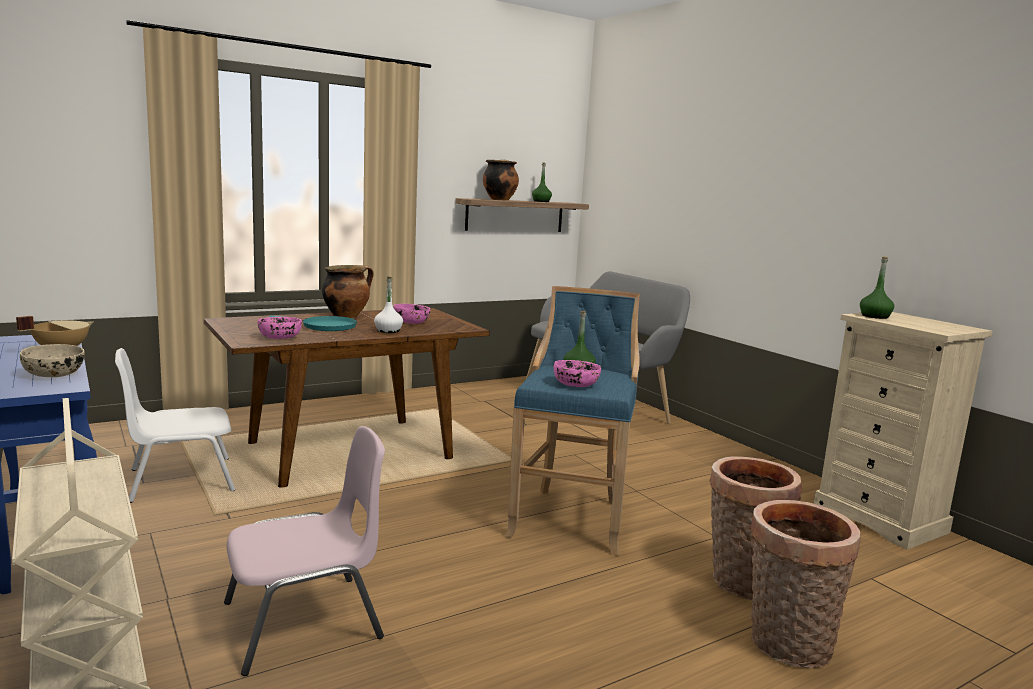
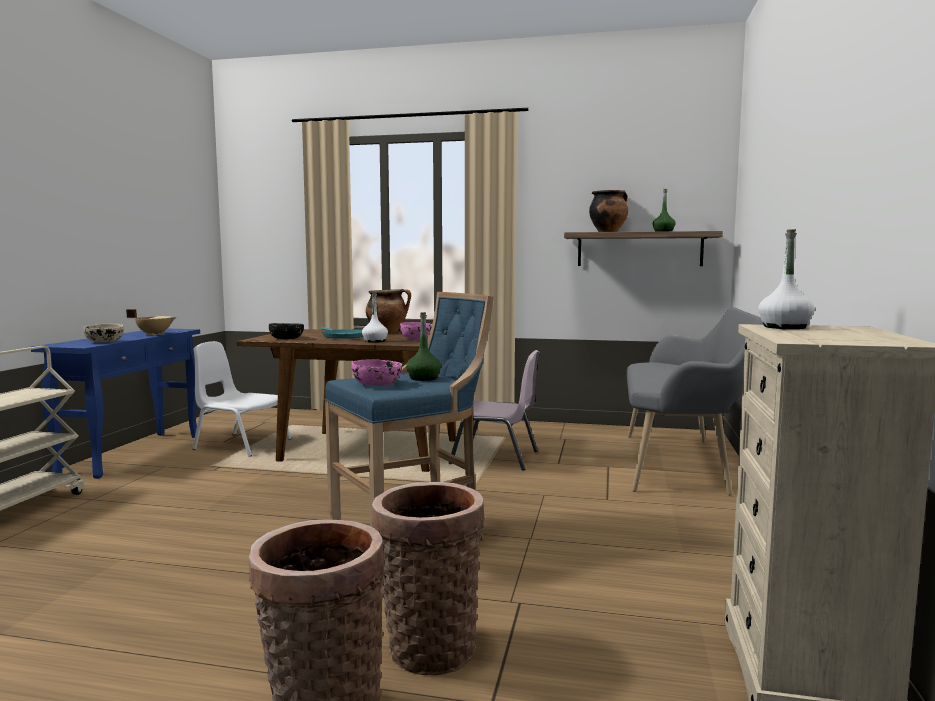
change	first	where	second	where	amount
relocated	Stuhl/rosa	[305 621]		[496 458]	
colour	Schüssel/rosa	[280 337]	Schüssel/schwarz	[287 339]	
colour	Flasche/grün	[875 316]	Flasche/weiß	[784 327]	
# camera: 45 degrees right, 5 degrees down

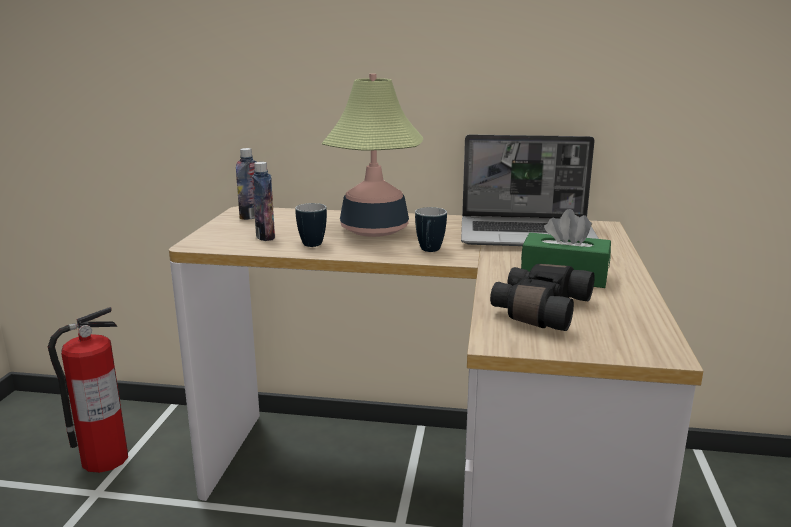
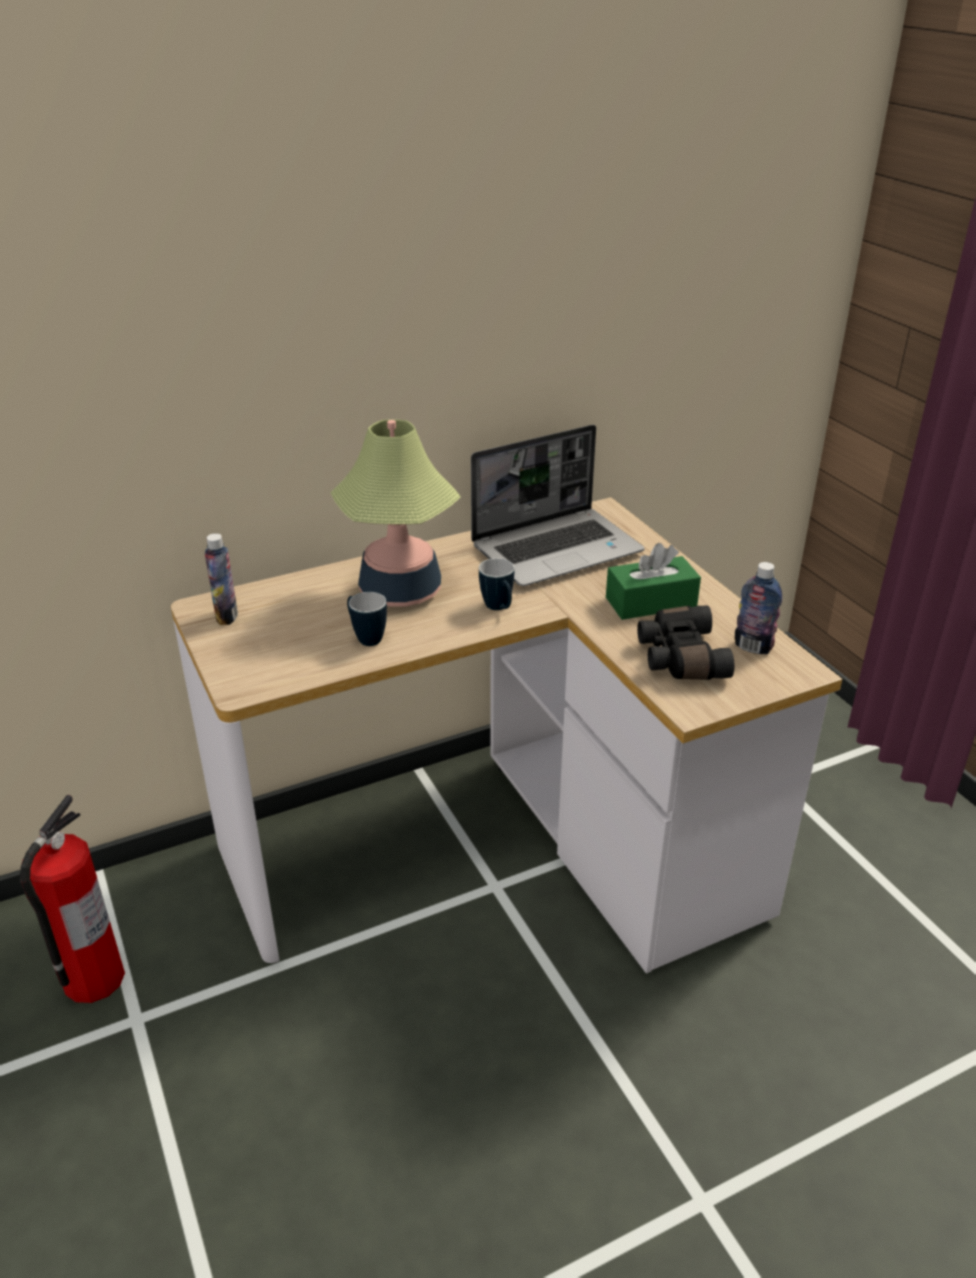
change	first	where	second	where	amount
relocated	Flasche	[265 237]		[752 647]	
# camera: 35 degrees left, 15 degrees up

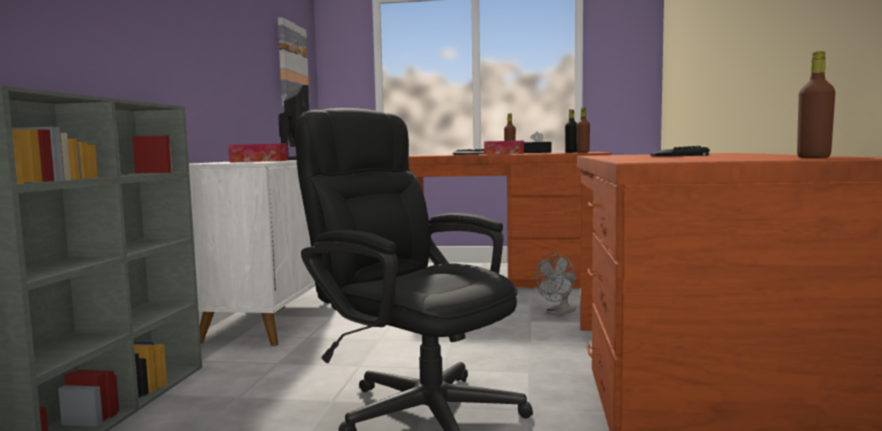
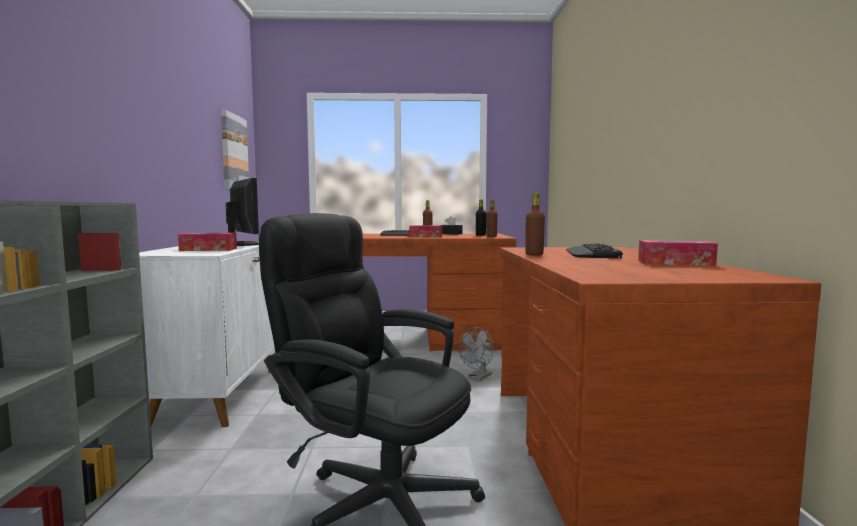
change	first	where	second	where	amount
appeared			Taschentuchbox	[675 263]	
relocated	Flasche/braun	[813 157]		[534 255]	
# camera: 10 degrees left, 0 degrees up

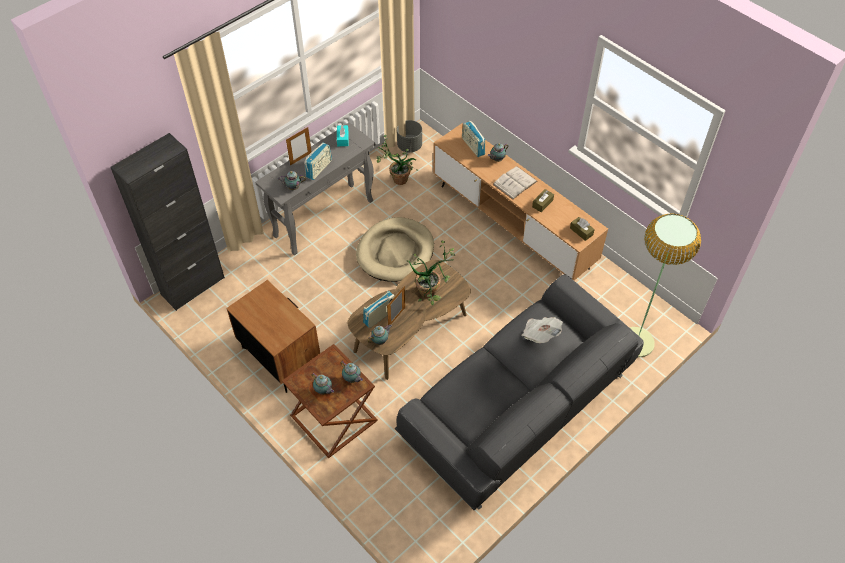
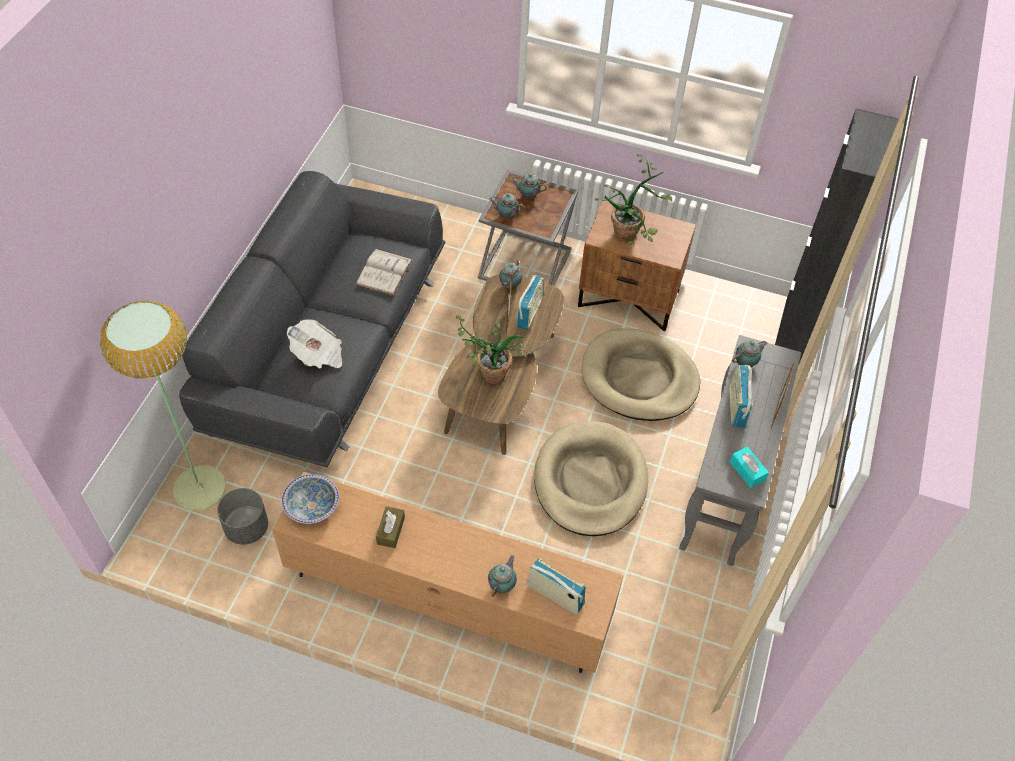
change	first	where	second	where	amount
appeared			Hundebett/beige	[639 378]	
relocated	Topfpflanze	[396 178]		[631 234]	
relocated	Pflanzkübel/grau	[409 146]		[246 528]	
relocated	Buch/weiß	[515 183]		[384 272]	
exchanged	Taschentuchbox/braun	[581 231]	Schüssel	[312 505]	
colour	Beistelltisch/braun	[332 418]	Beistelltisch/grau	[527 263]	
# camera: 150 degrees right, 0 degrees up

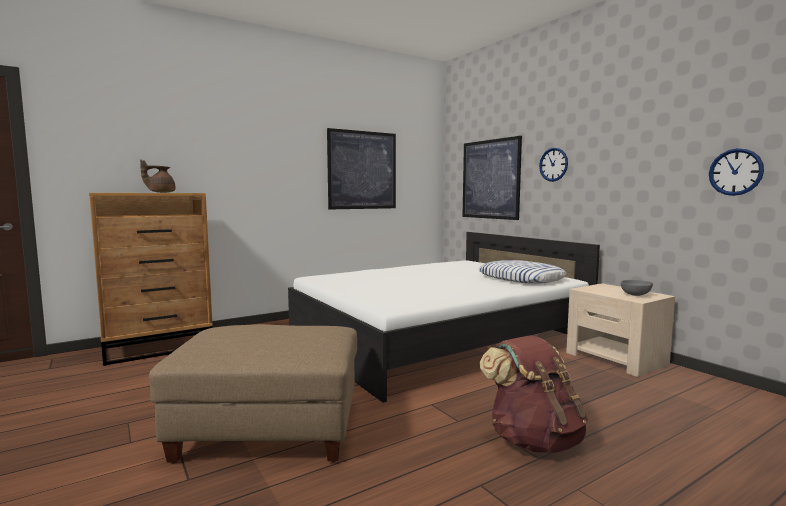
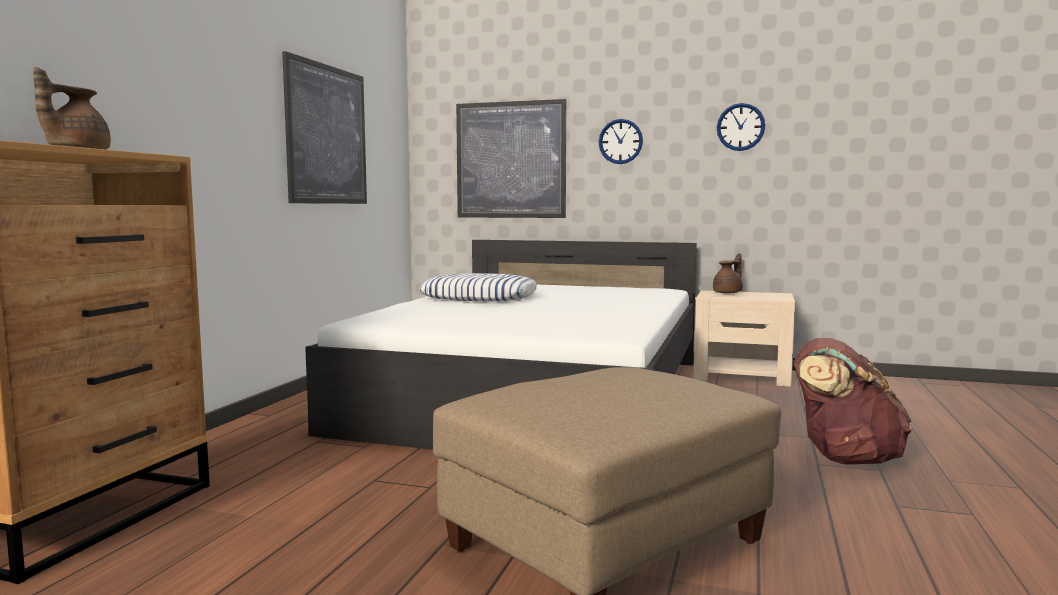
change	first	where	second	where	amount
missing	Schüssel/grau	[636 295]			
appeared			Teekanne/braun	[728 293]	
relocated	Kissen	[521 278]		[479 297]	
relocated	Wanduhr	[735 172]		[740 127]	
# camera: 40 degrees left, 0 degrees up

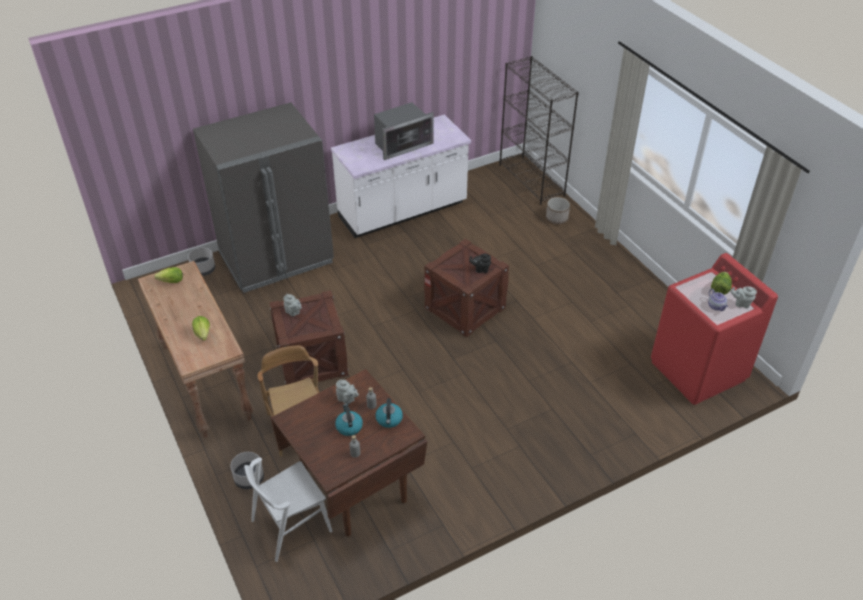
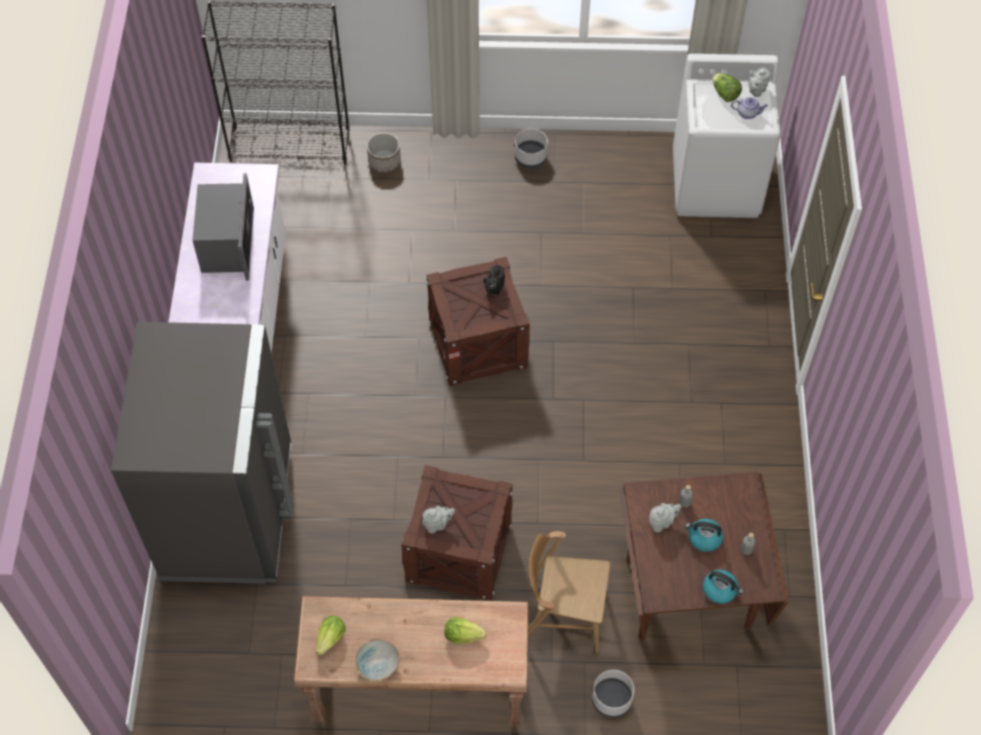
change	first	where	second	where	amount
missing	Stuhl/weiß	[291 525]			
appeared			Schüssel	[378 664]	
relocated	Pflanzkübel/grau	[203 269]		[530 158]	
relocated	Wasserkessel	[389 419]		[720 590]	
colour	Waschmaschine/rot	[698 371]	Waschmaschine/weiß	[716 184]	
# camera: 60 degrees left, 15 degrees up

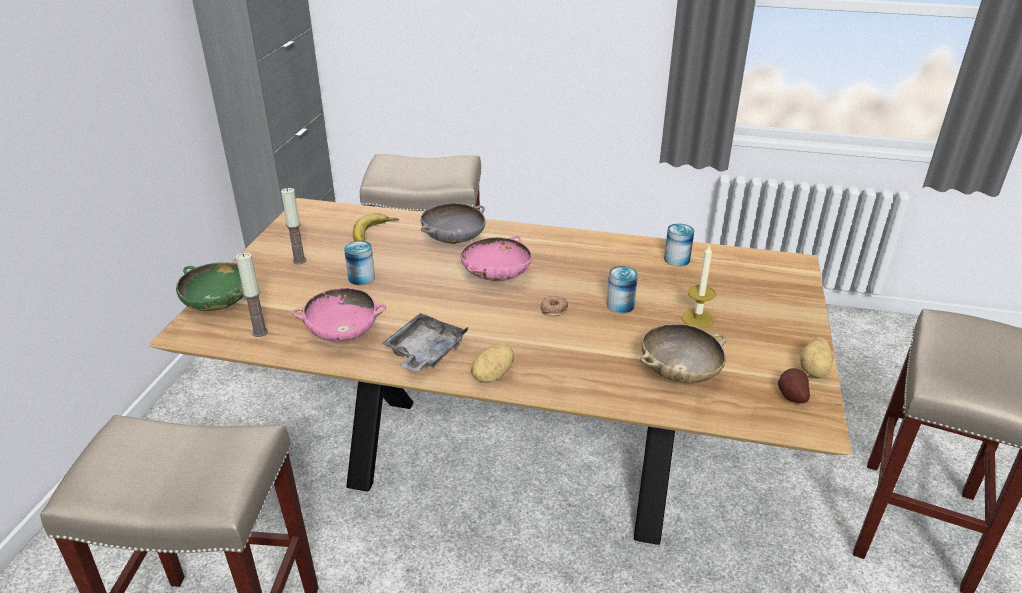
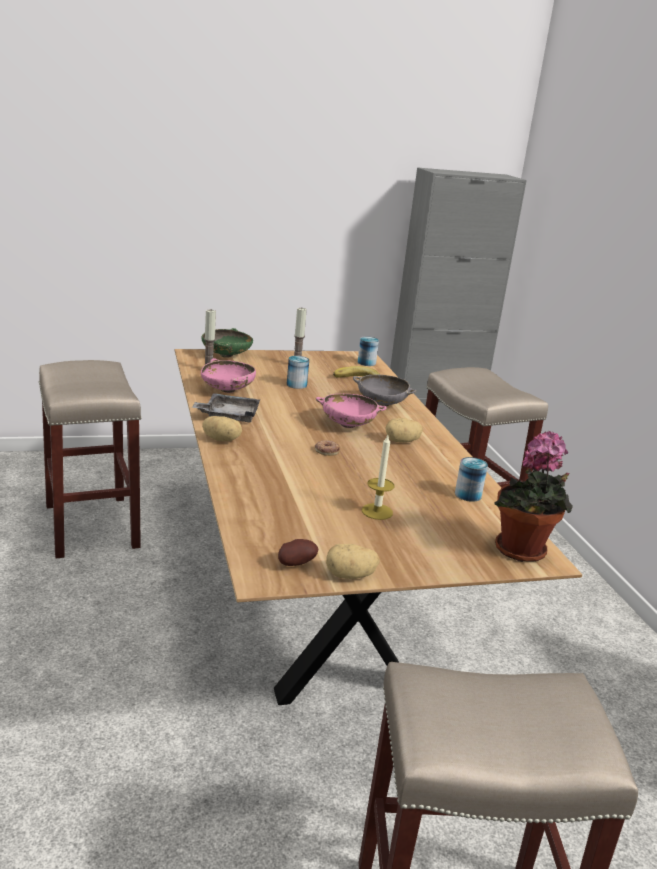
change	first	where	second	where	amount
missing	Schüssel/beige	[679 373]			
appeared			Kartoffel	[402 441]	
appeared			Topfpflanze	[522 552]	
relocated	Dose	[620 305]		[366 363]	
# camera: 60 degrees right, 10 degrees down

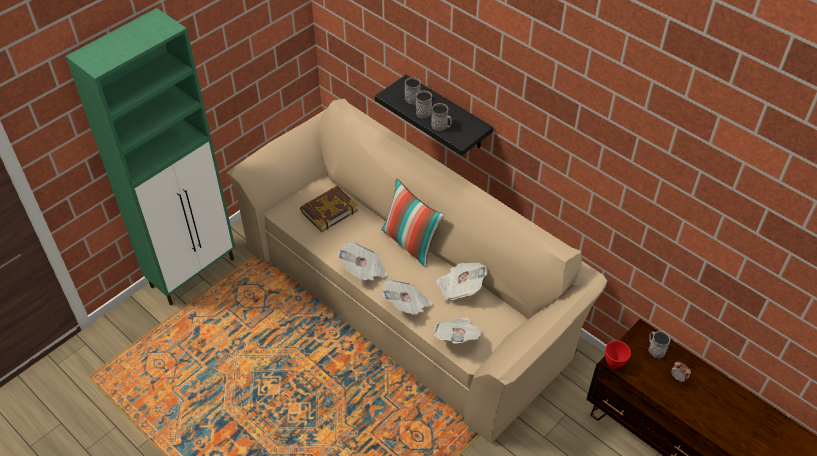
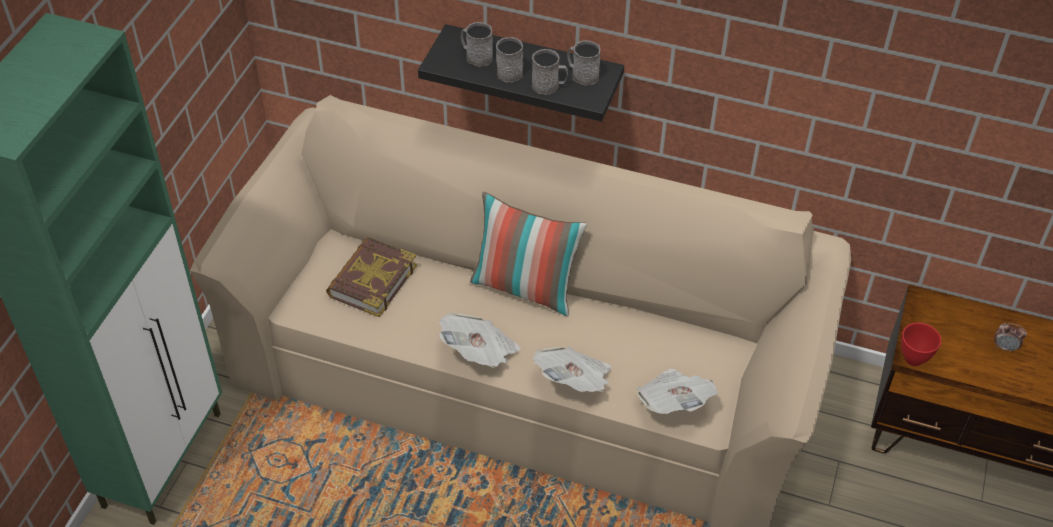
change	first	where	second	where	amount
missing	Zeitung	[460 287]			
relocated	Henkelbecher/grau	[655 349]		[582 75]	
# camera: 25 degrees left, 0 degrees up

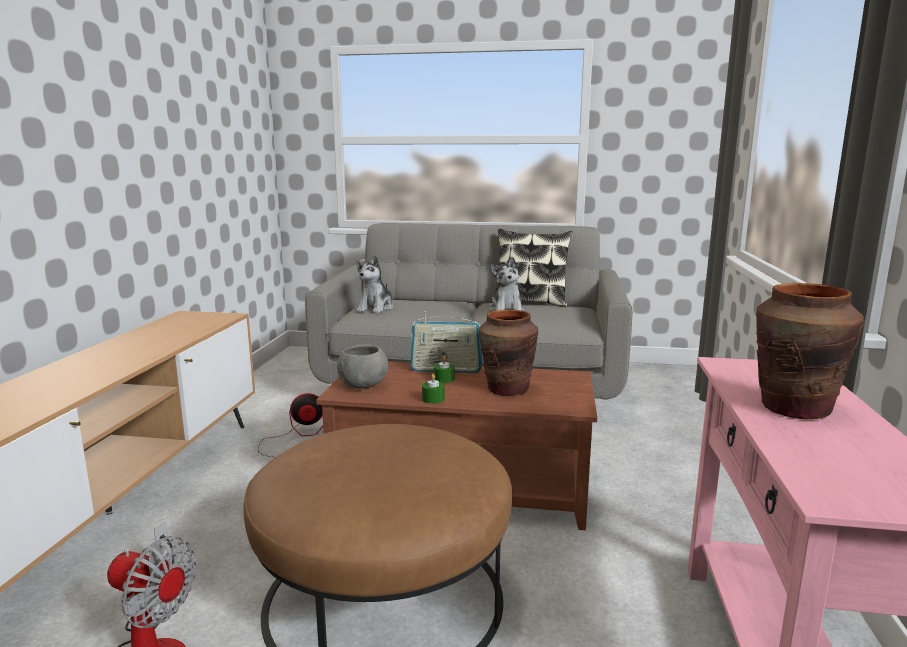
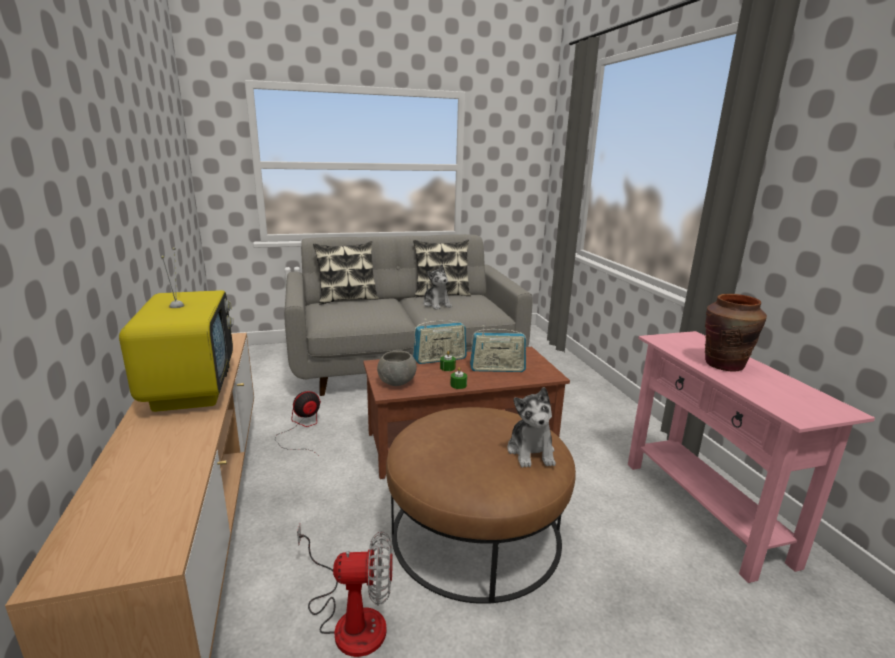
change	first	where	second	where	amount
appeared			Fernseher	[191 389]	
appeared			Kissen	[347 299]	
relocated	Plüschtier	[376 308]		[531 451]	
exchanged	Vase/braun	[507 389]	Radio	[497 369]	
# camera: 25 degrees left, 5 degrees up

